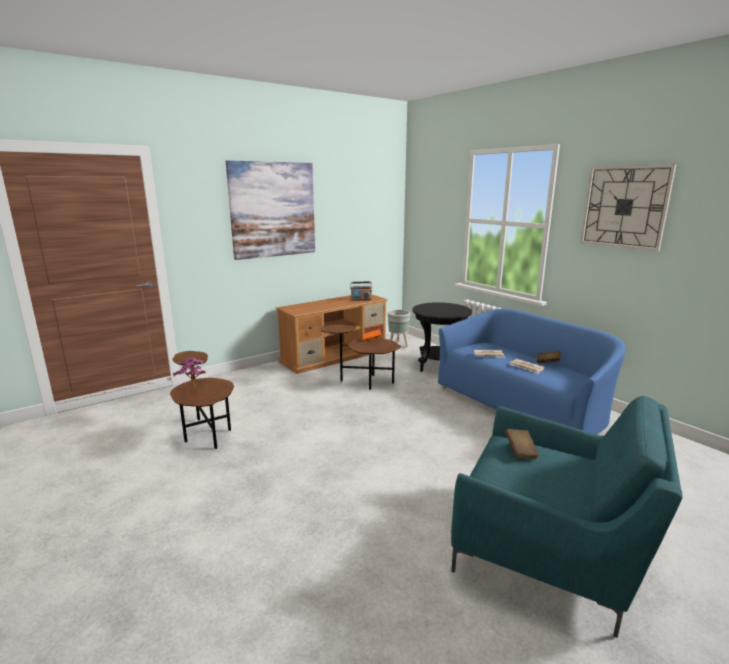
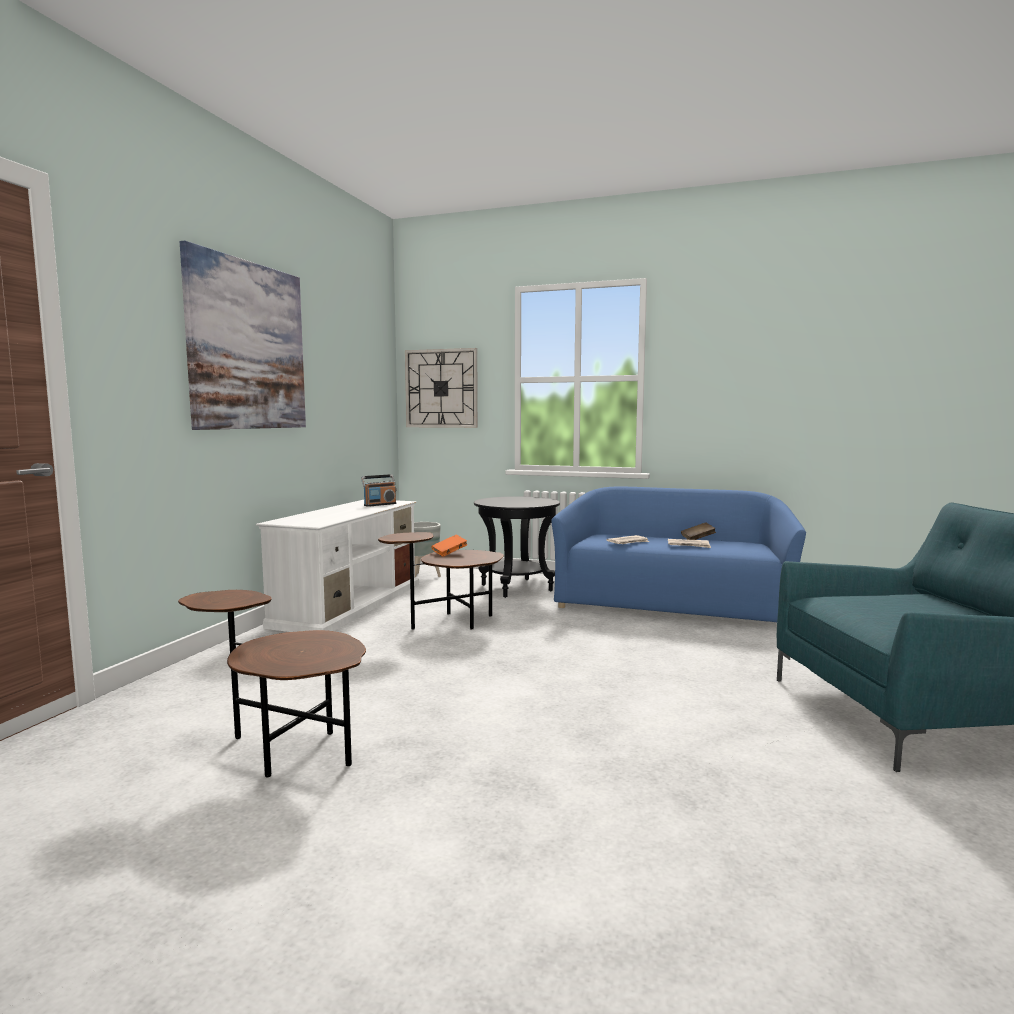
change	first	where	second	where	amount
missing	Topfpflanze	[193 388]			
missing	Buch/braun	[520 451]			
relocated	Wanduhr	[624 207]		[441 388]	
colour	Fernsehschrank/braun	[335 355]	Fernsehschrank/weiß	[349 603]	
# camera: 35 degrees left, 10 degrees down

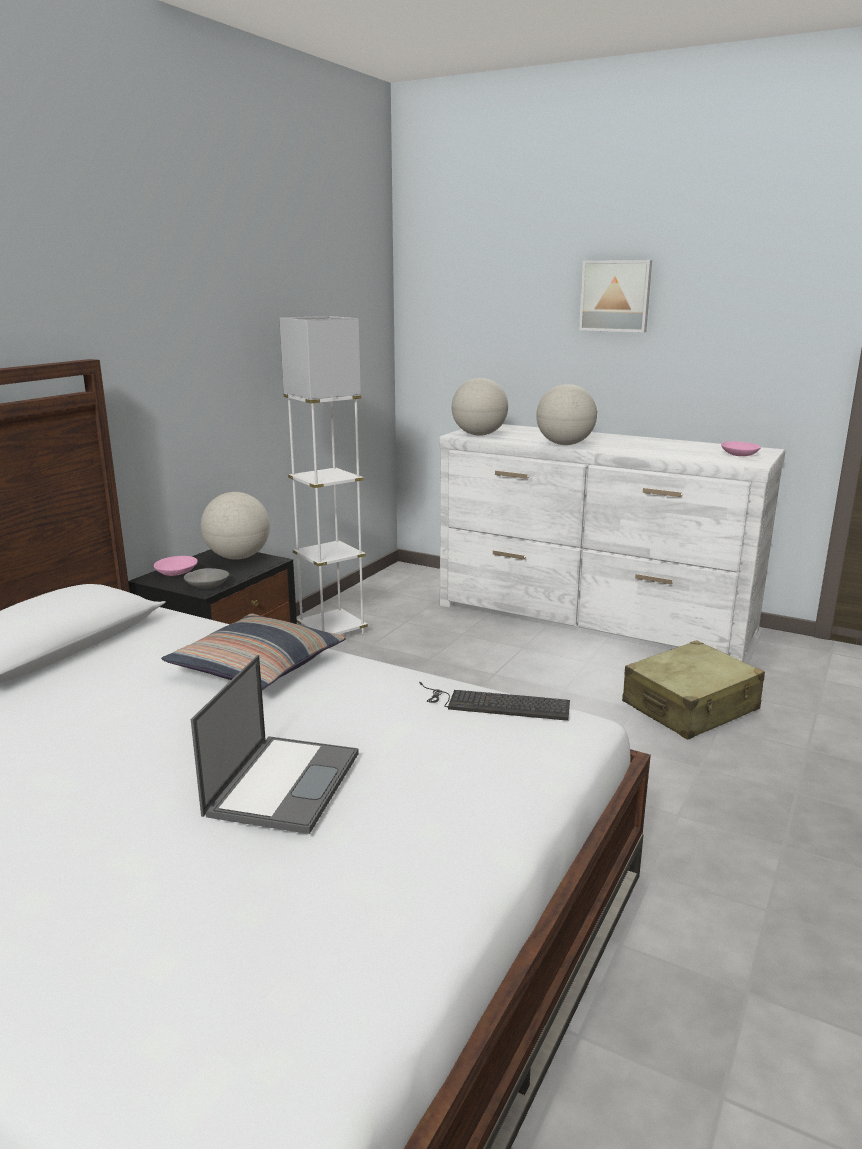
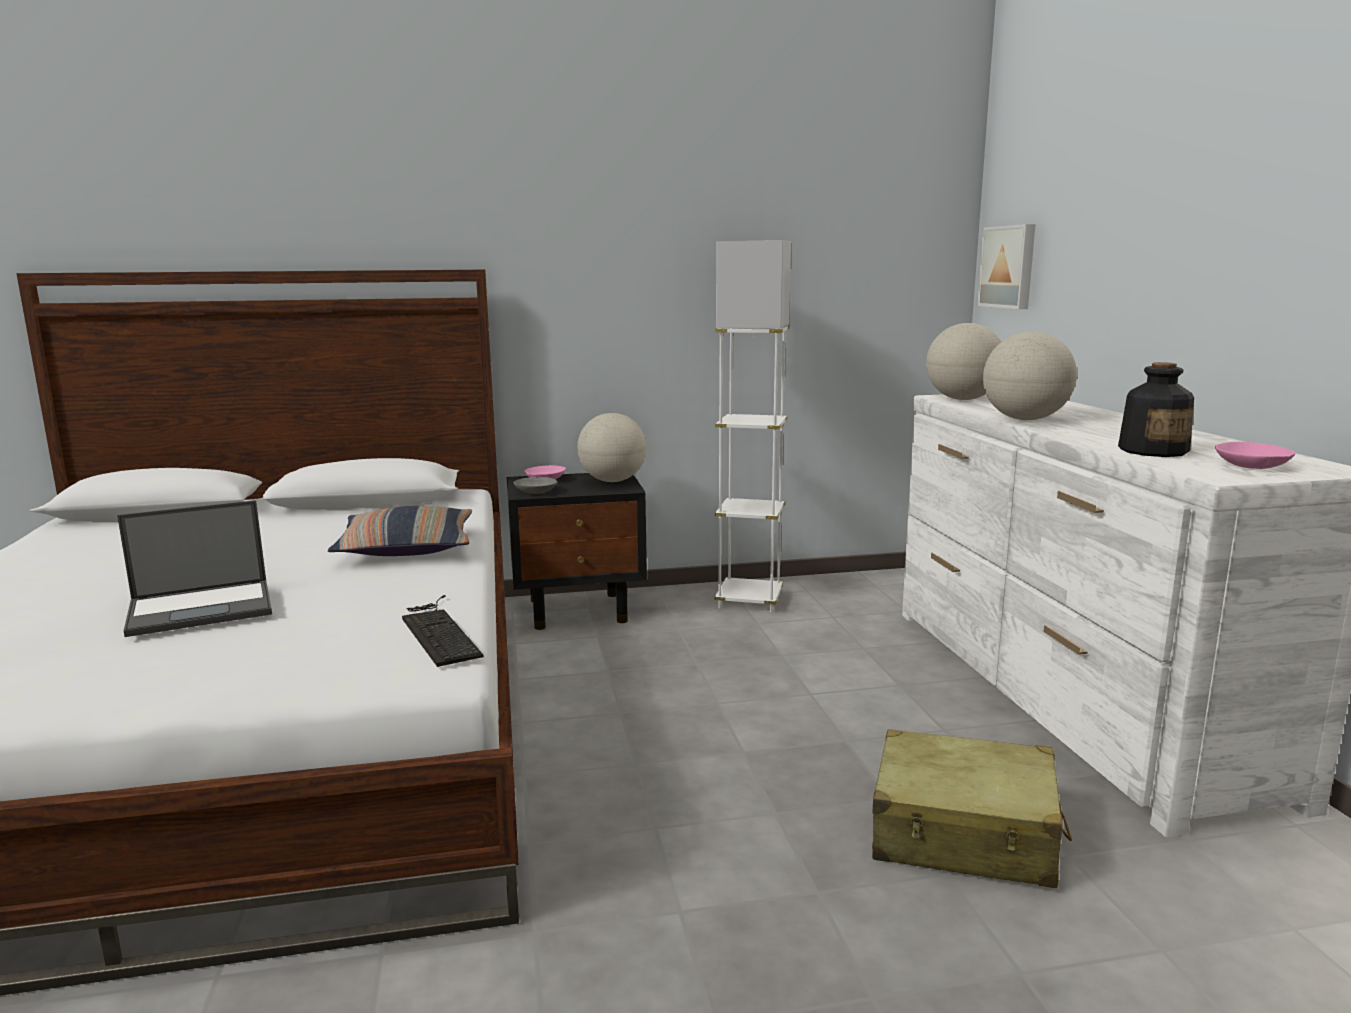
change	first	where	second	where	amount
appeared			Flasche	[1153 451]	
relocated	Bild	[615 296]		[1009 267]	
# camera: 50 degrees right, 5 degrees down

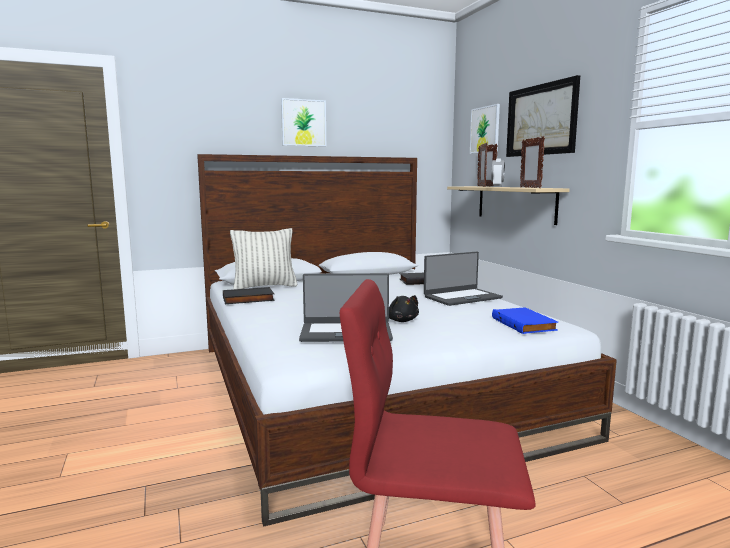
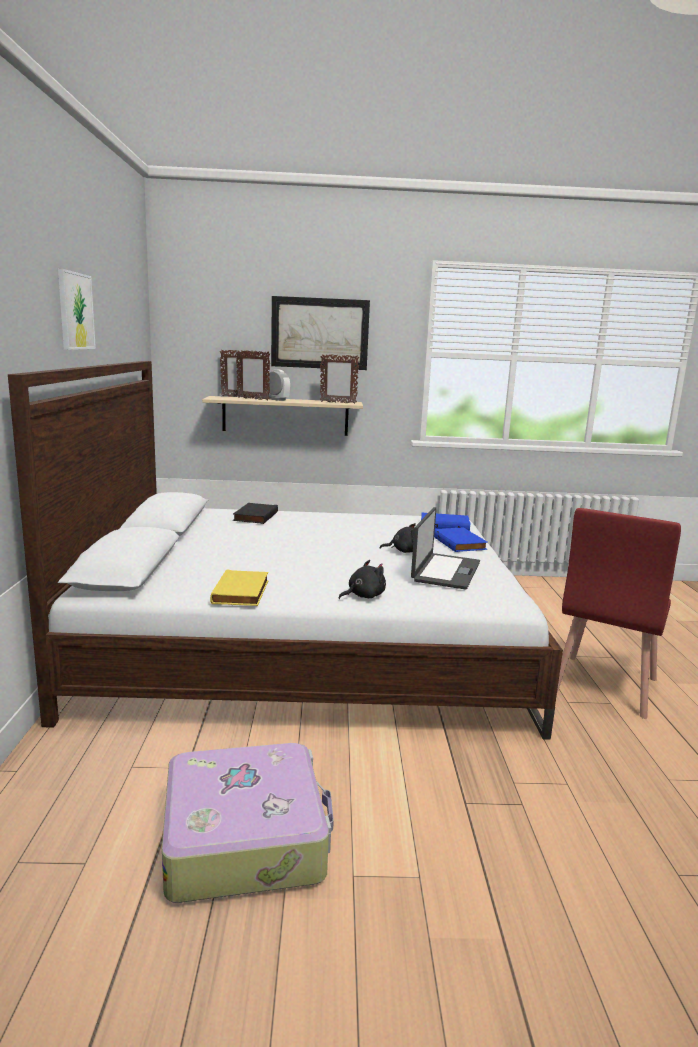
change	first	where	second	where	amount
missing	Kissen	[265 286]			
missing	Laptop	[462 297]			
missing	Bild	[485 129]			
appeared			Koffer	[246 837]	
appeared			Plüschtier/schwarz	[363 596]	
appeared			Buch/blau	[460 543]	
colour	Buch/schwarz	[248 299]	Buch/gelb	[242 592]	
# camera: 70 degrees left, 5 degrees up

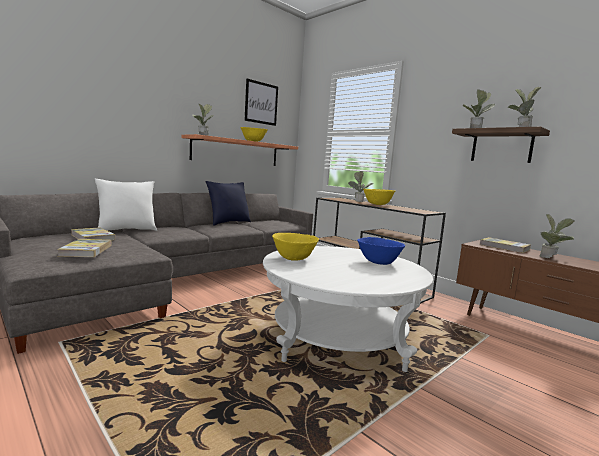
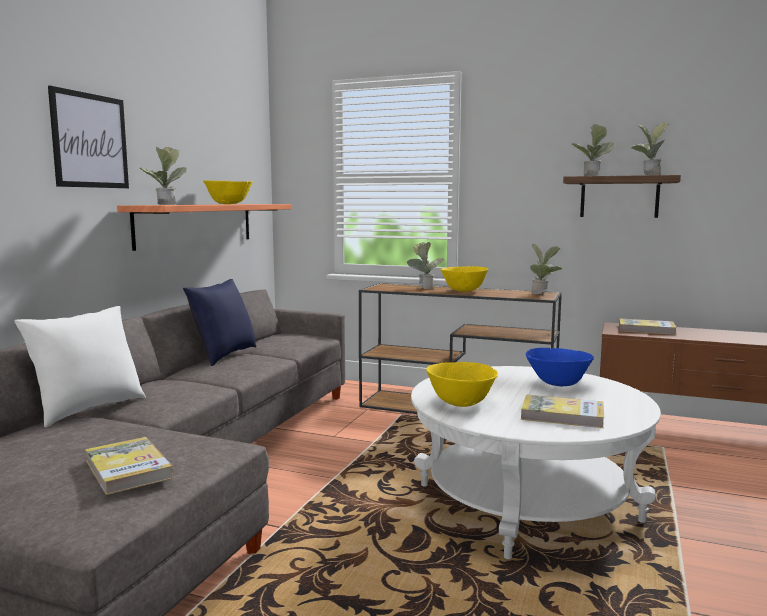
change	first	where	second	where	amount
relocated	Buch	[92 237]		[562 415]	
relocated	Bild	[261 103]		[90 141]	
relocated	Topfpflanze	[551 258]		[543 294]	
# camera: 25 degrees left, 0 degrees up

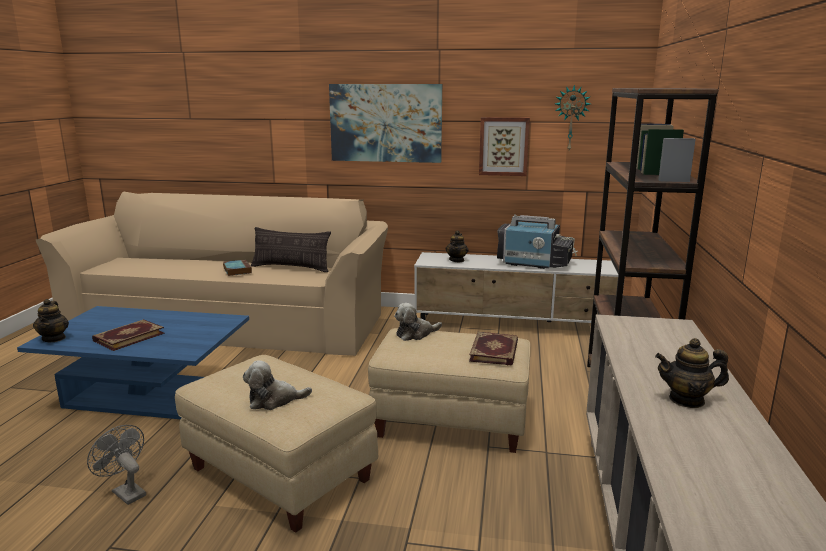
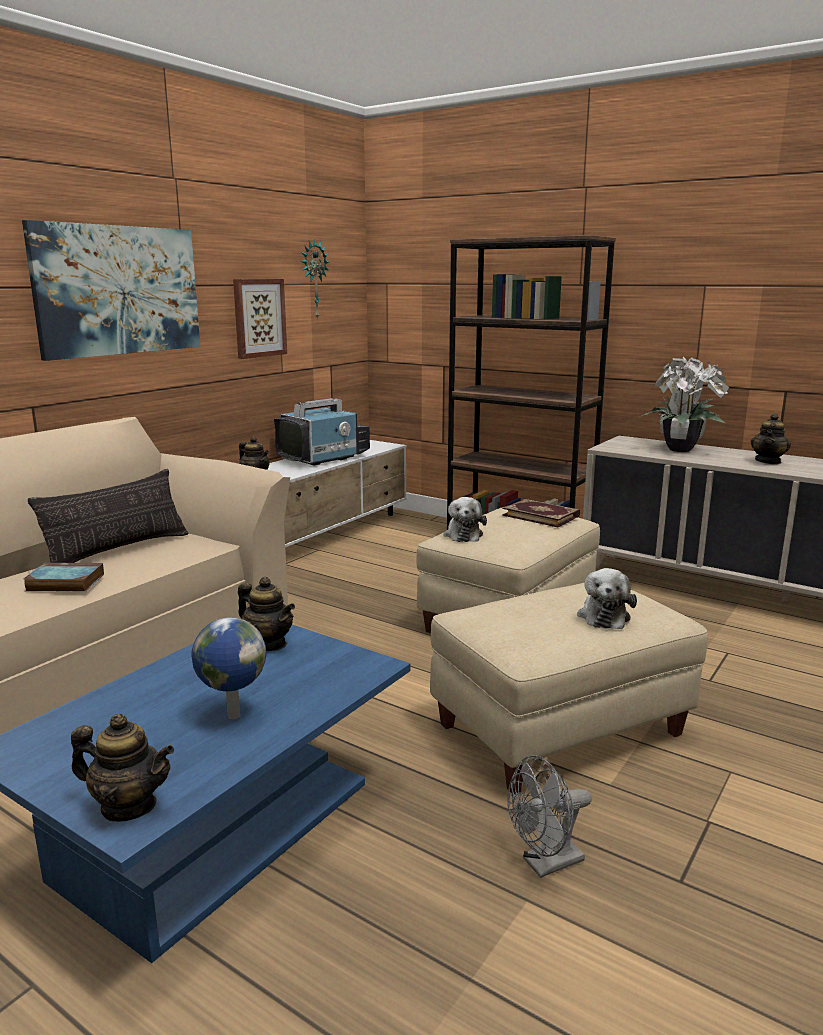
change	first	where	second	where	amount
appeared			Teekanne	[268 644]	
appeared			Topfpflanze	[678 449]	
exchanged	Buch	[128 337]	Globus	[232 715]	
# camera: 65 degrees left, 0 degrees up

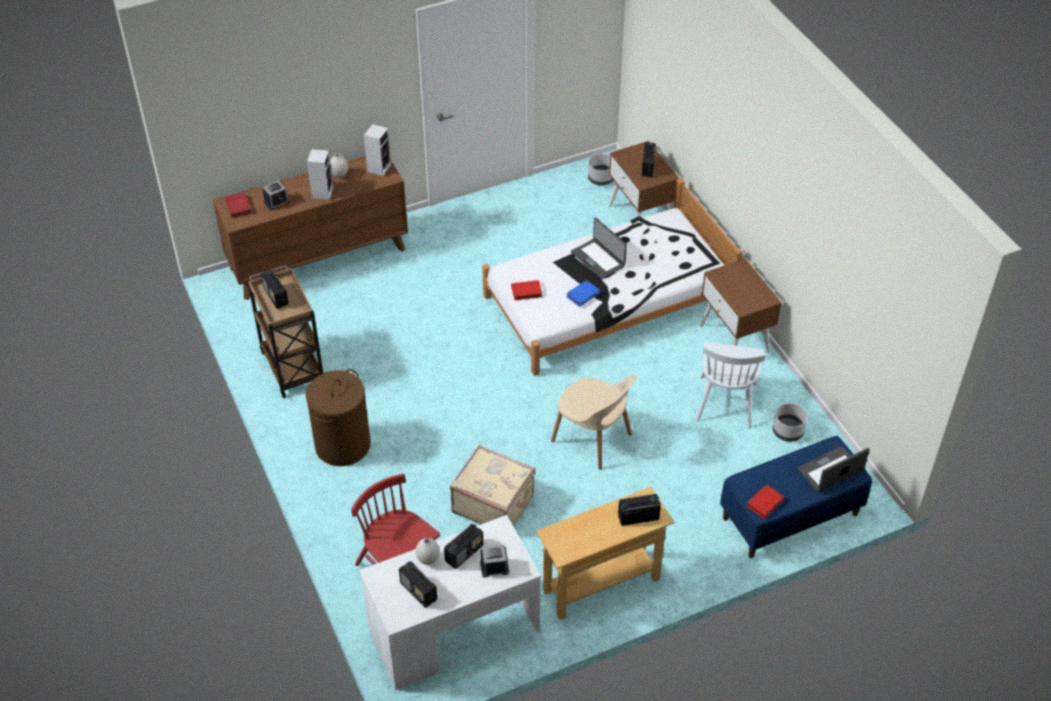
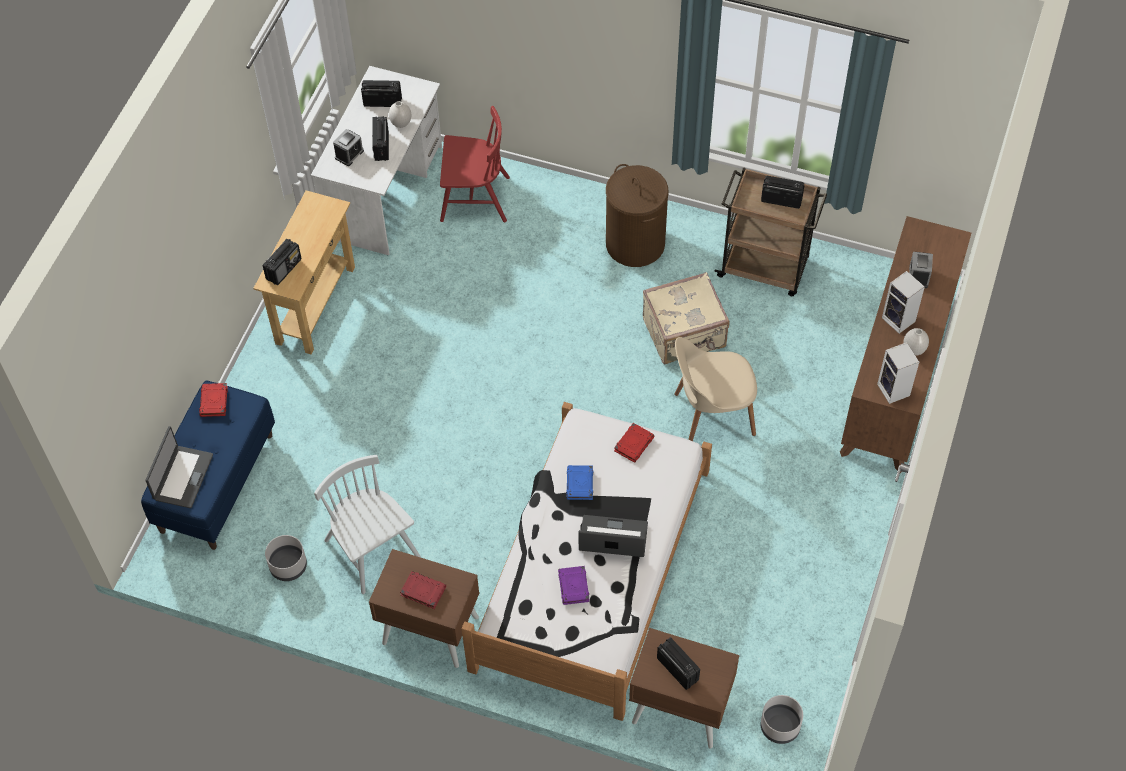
change	first	where	second	where	amount
appeared			Buch/lila	[574 587]	
relocated	Buch/rot	[239 207]		[422 591]	
relocated	Koffer/beige	[493 503]		[685 334]	
relocated	Stuhl/beige	[593 439]		[711 414]	
# camera: 135 degrees right, 10 degrees up

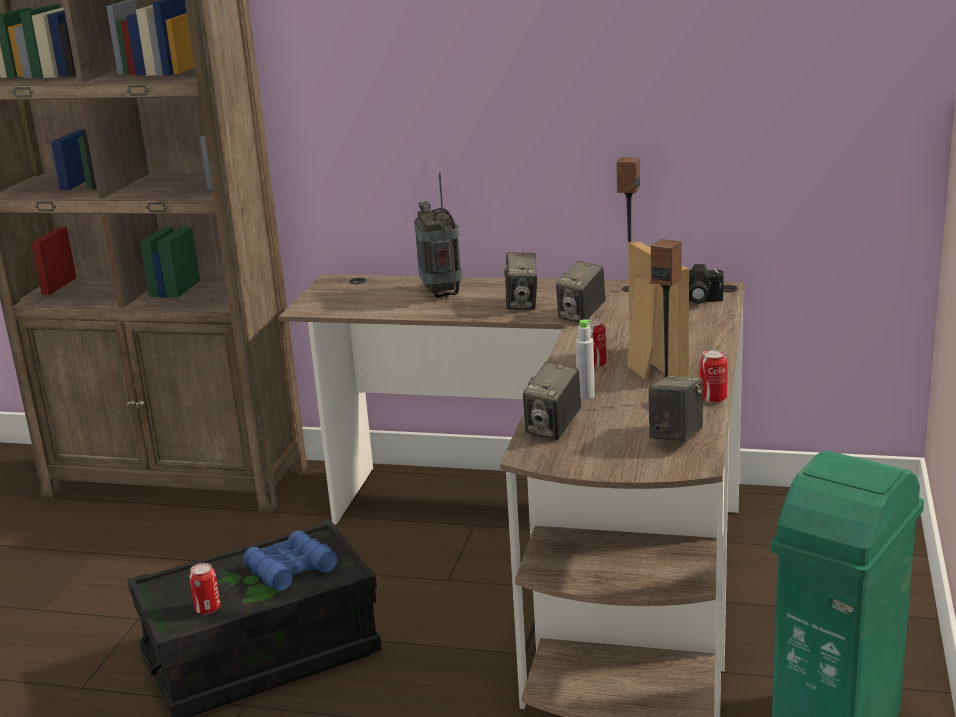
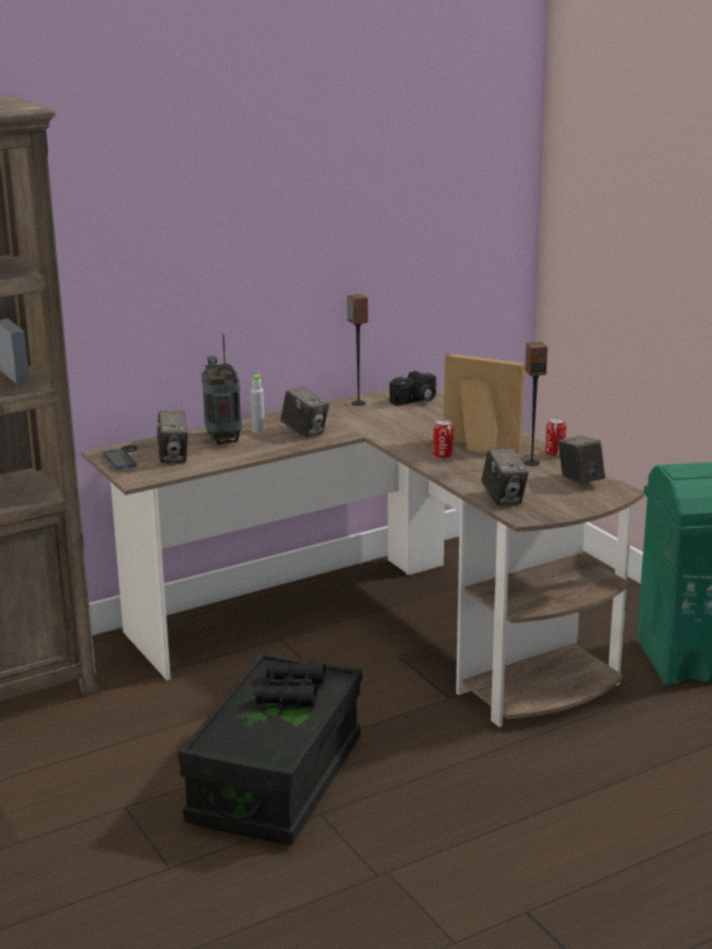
change	first	where	second	where	amount
missing	Dose	[208 608]			
appeared			Handy	[119 461]	
relocated	Kamera	[581 316]		[173 457]	
relocated	Flasche/grau	[585 396]		[258 430]	
colour	Fernglas/blau	[290 570]	Fernglas/schwarz	[291 693]	
spun	Radio	[441 293]		[224 440]	45 degrees clockwise
# camera: 45 degrees left, 0 degrees up

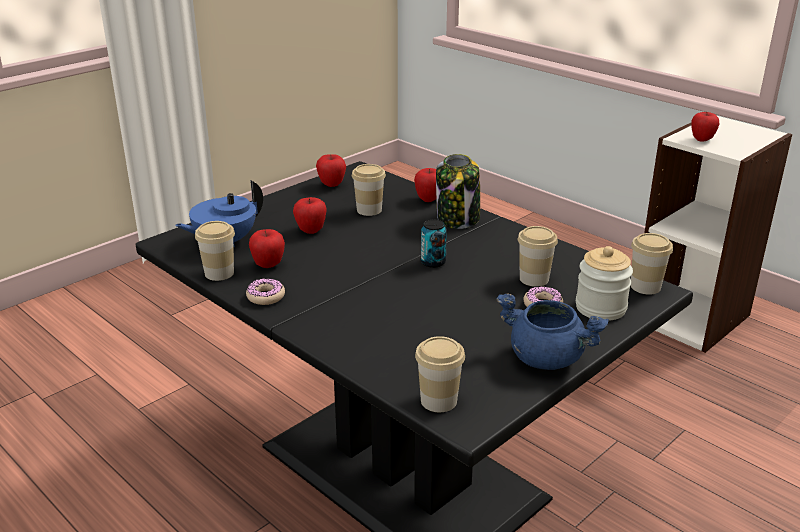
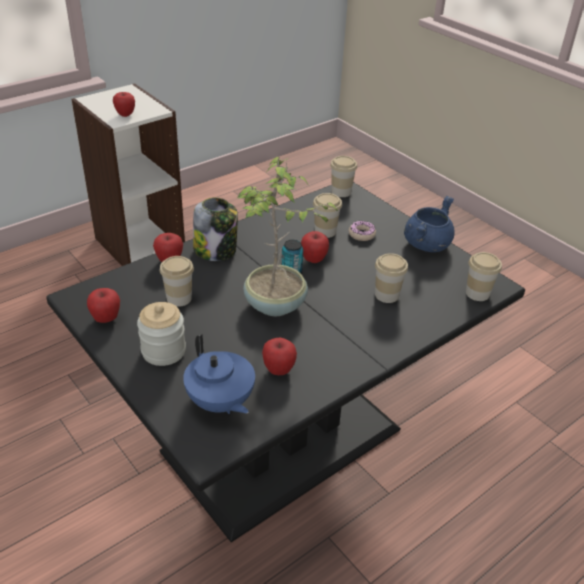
change	first	where	second	where	amount
missing	Donut	[266 296]			
appeared			Topfpflanze	[275 306]	
relocated	Tasse	[219 273]		[386 295]	
relocated	Apfel	[311 231]		[313 260]	
relocated	Vorratsglas	[600 308]		[163 351]	
# camera: 85 degrees left, 10 degrees up

